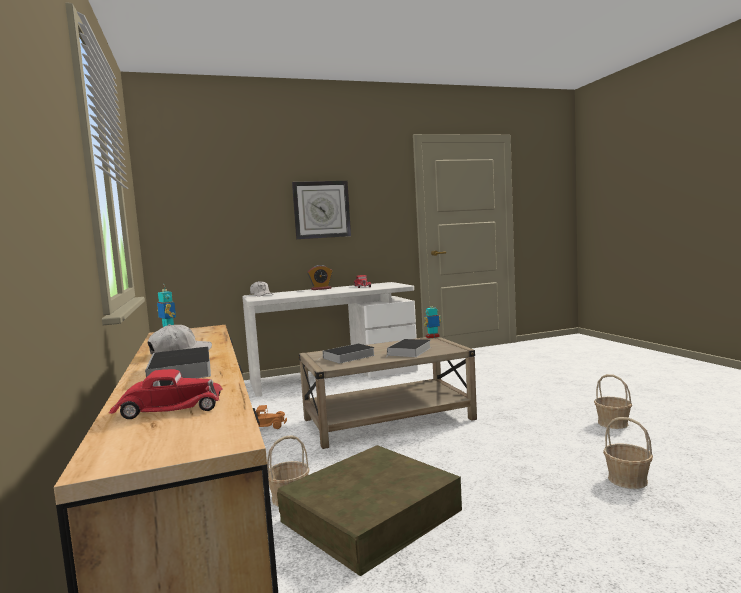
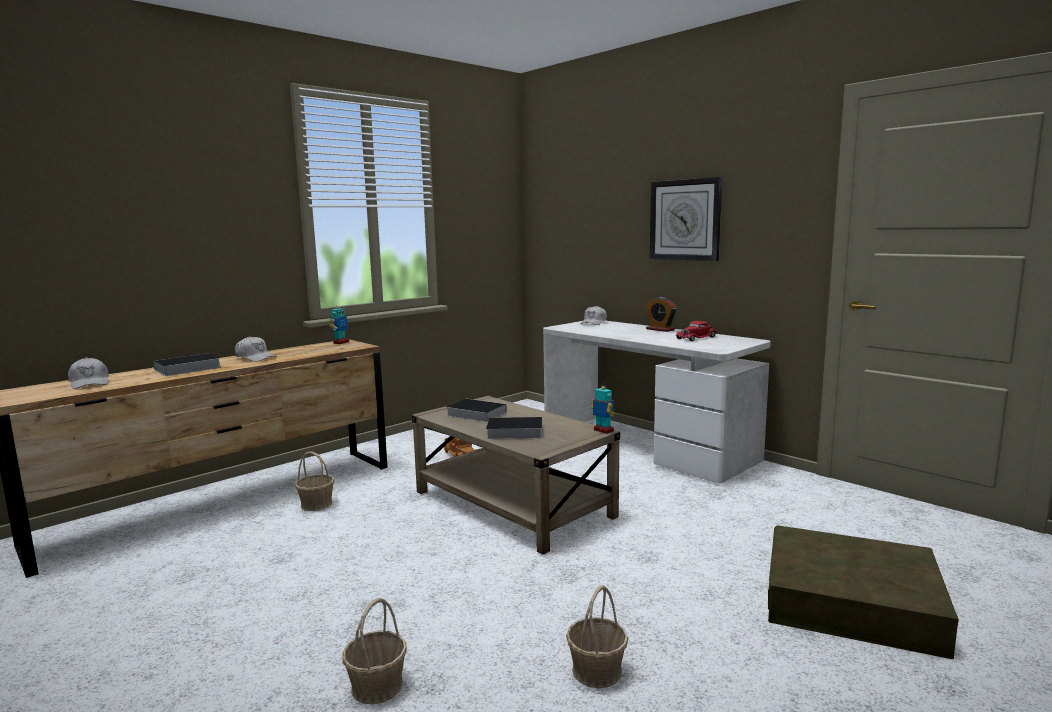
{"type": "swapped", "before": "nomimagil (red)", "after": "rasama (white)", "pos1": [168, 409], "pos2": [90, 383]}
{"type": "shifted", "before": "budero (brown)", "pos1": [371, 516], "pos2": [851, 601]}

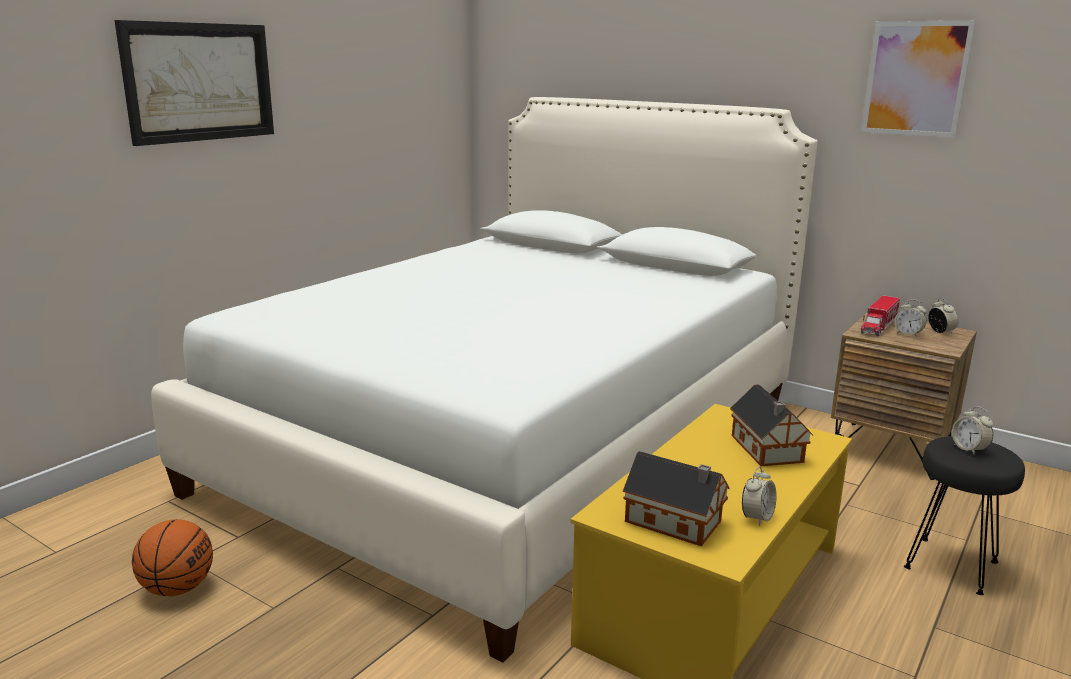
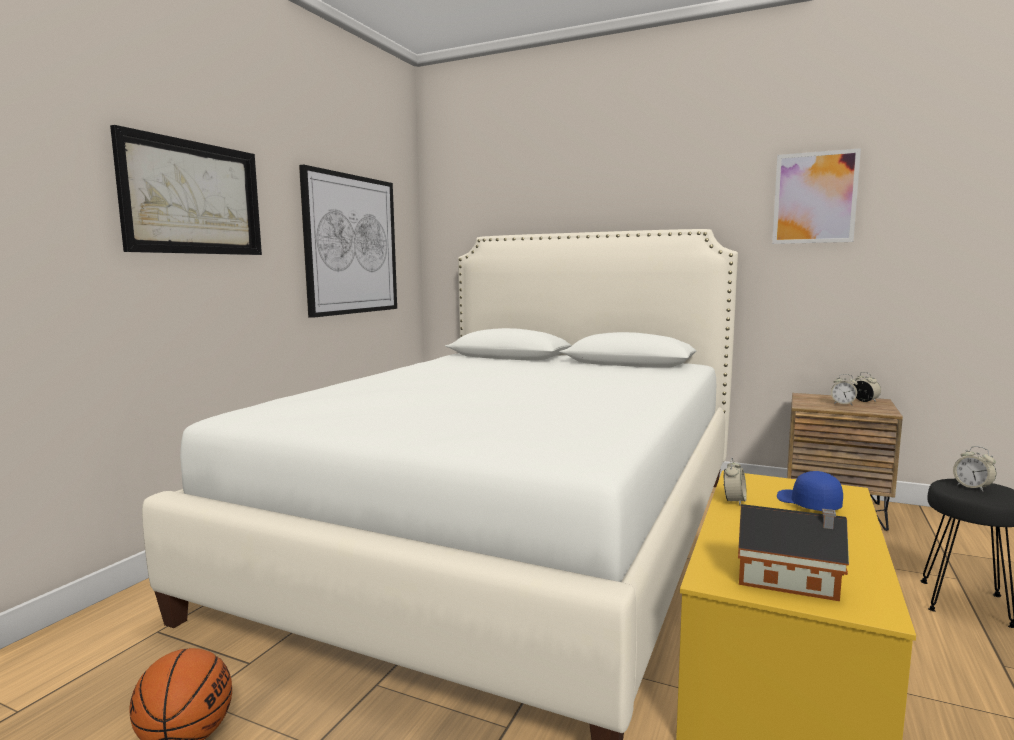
{"type": "gone", "before": "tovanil", "pos1": [878, 326]}
{"type": "swapped", "before": "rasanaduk", "after": "rasama (blue)", "pos1": [767, 450], "pos2": [807, 504]}
{"type": "shifted", "before": "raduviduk", "pos1": [757, 517], "pos2": [734, 501]}
{"type": "new", "after": "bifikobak", "pos2": [351, 245]}

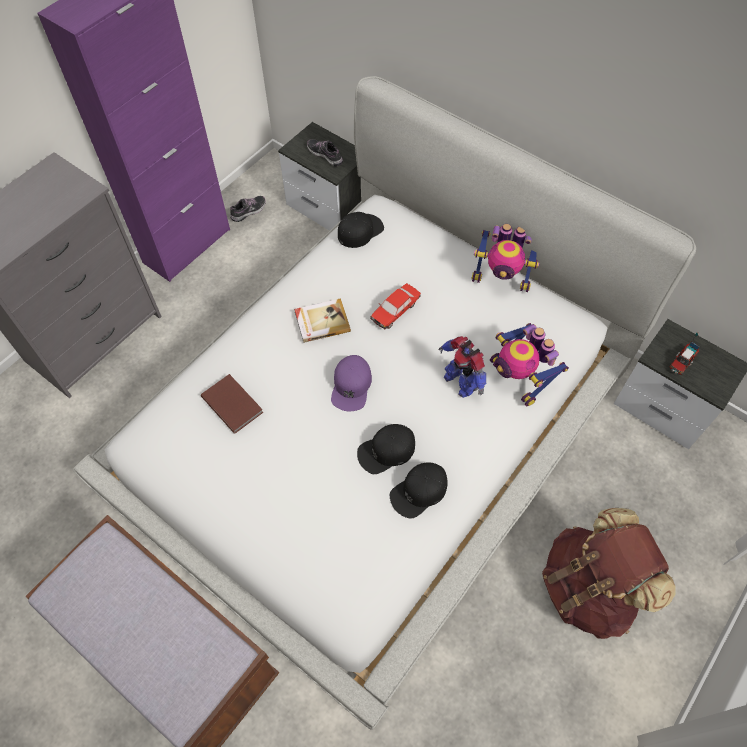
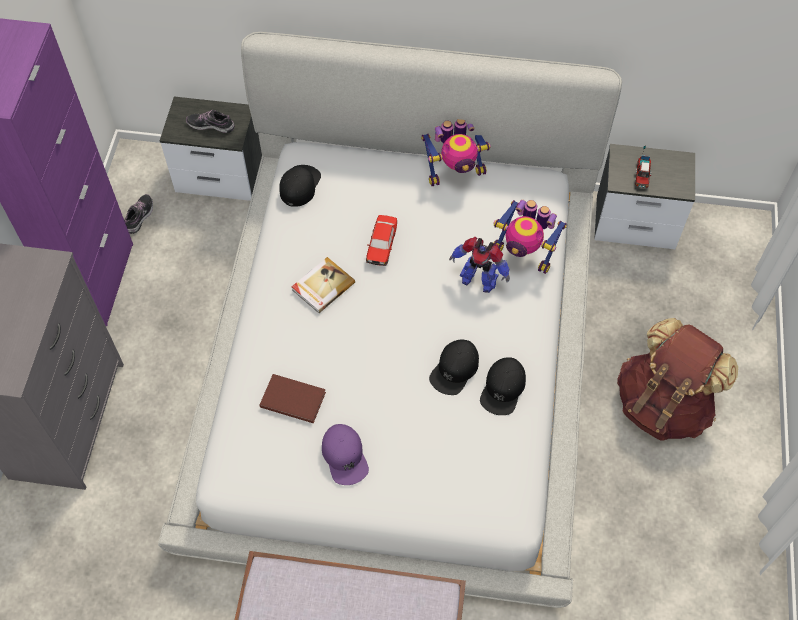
{"type": "shifted", "before": "rasama (purple)", "pos1": [351, 386], "pos2": [345, 456]}

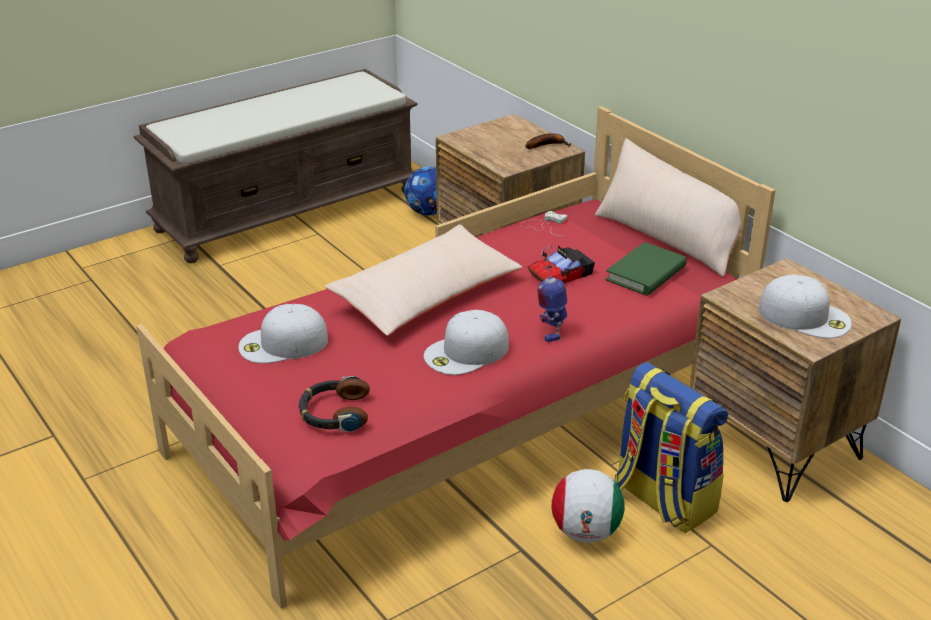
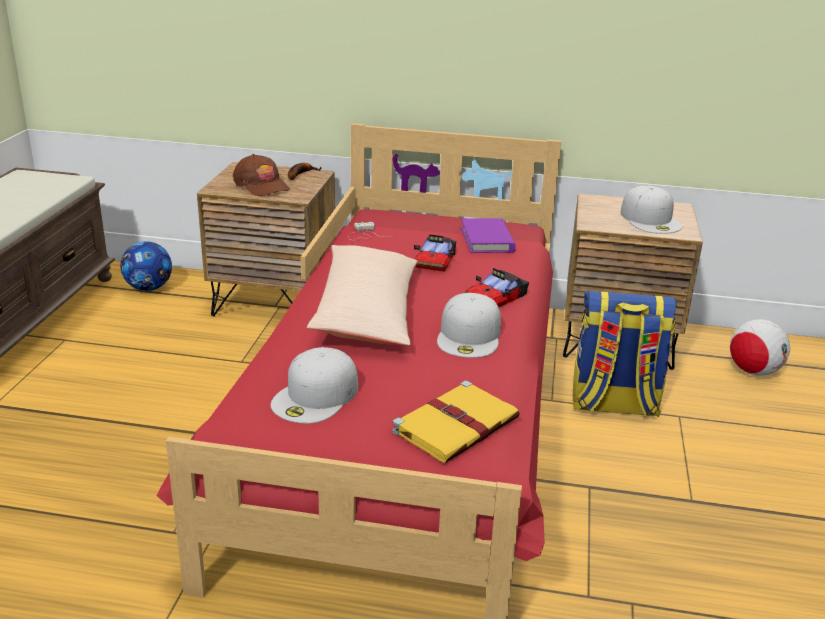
{"type": "gone", "before": "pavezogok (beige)", "pos1": [668, 238]}
{"type": "repainted", "before": "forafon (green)", "after": "forafon (purple)", "pos1": [646, 273], "pos2": [487, 240]}
{"type": "swapped", "before": "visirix", "after": "nomimagil", "pos1": [551, 330], "pos2": [496, 297]}
{"type": "rotated", "before": "rasama (white)", "pos1": [805, 316], "pos2": [651, 219], "turn": 90}
{"type": "swapped", "before": "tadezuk", "after": "forafon (yellow)", "pos1": [334, 413], "pos2": [457, 424]}
{"type": "shifted", "before": "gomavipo", "pos1": [585, 532], "pos2": [753, 371]}
{"type": "new", "after": "rasama (brown)", "pos2": [262, 185]}

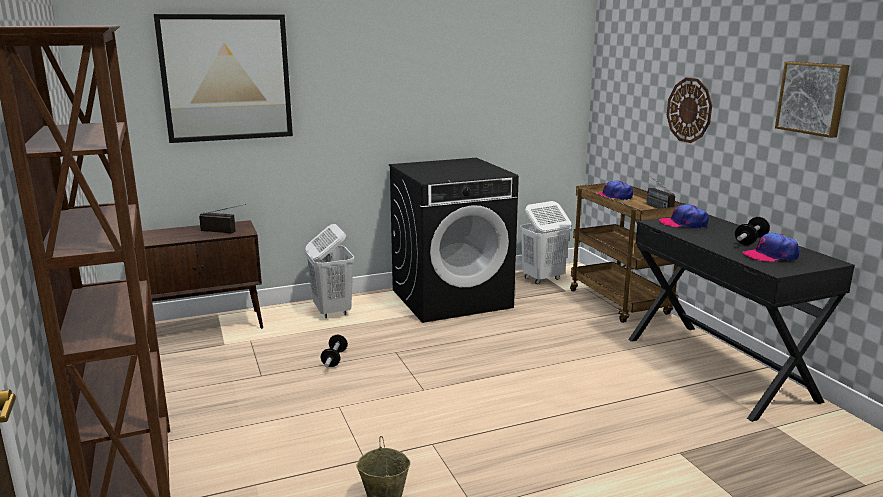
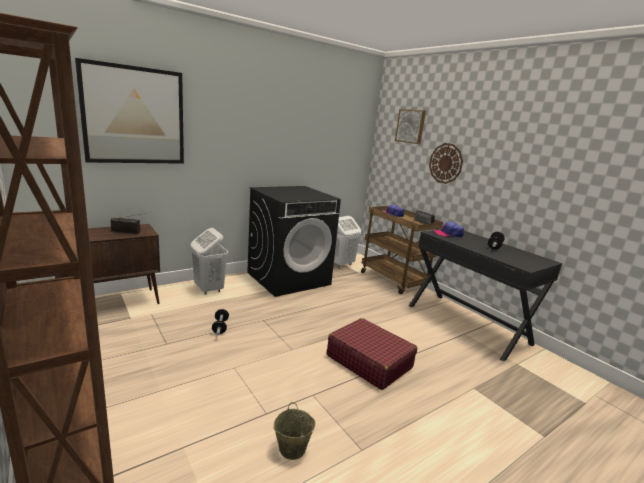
{"type": "shifted", "before": "bifikobak", "pos1": [813, 98], "pos2": [411, 126]}
{"type": "gone", "before": "rasama", "pos1": [770, 256]}
{"type": "new", "after": "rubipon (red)", "pos2": [369, 361]}

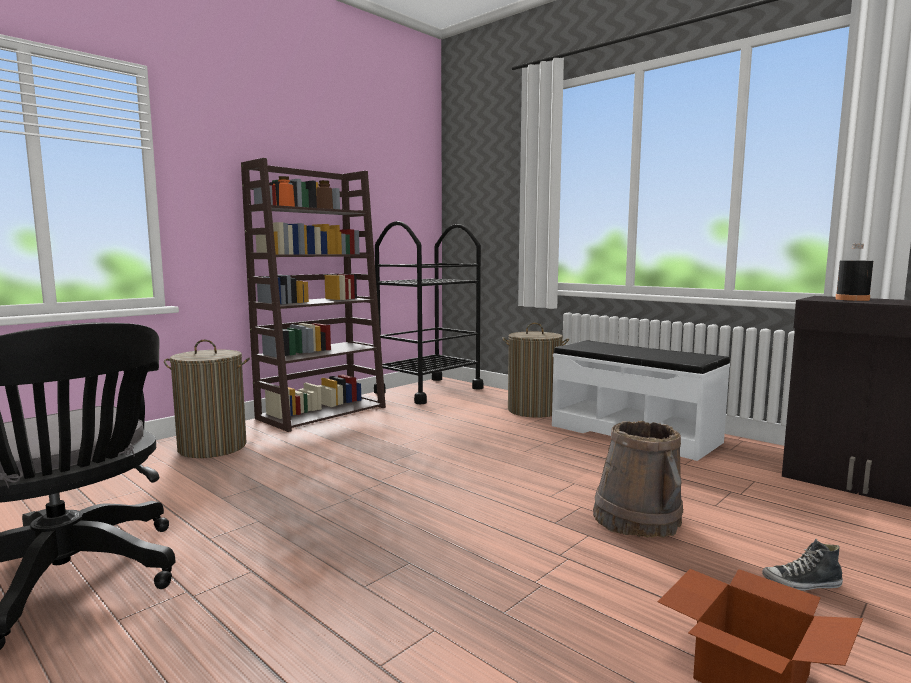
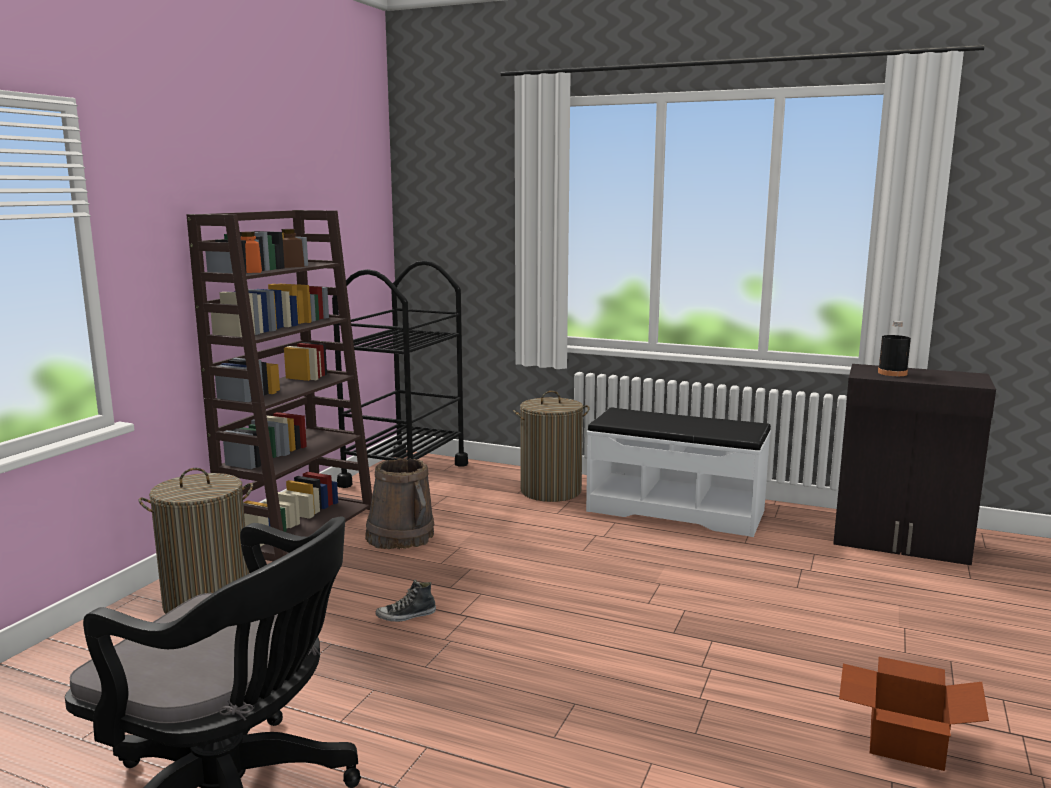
{"type": "shifted", "before": "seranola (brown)", "pos1": [637, 519], "pos2": [400, 536]}
{"type": "shifted", "before": "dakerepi", "pos1": [802, 584], "pos2": [406, 616]}

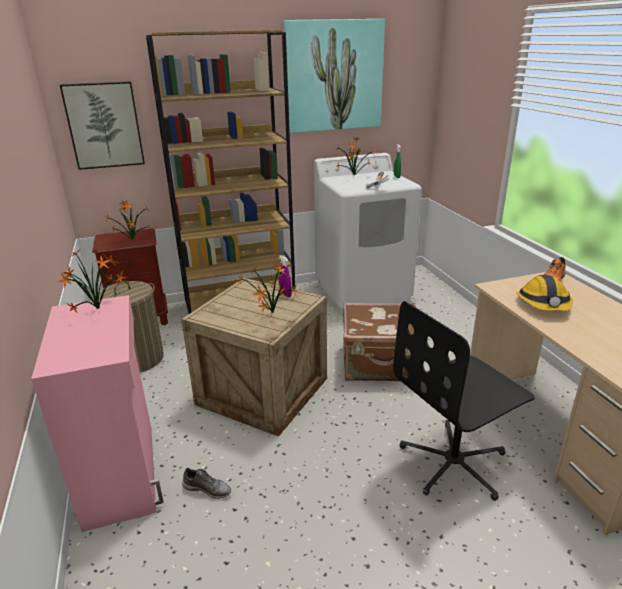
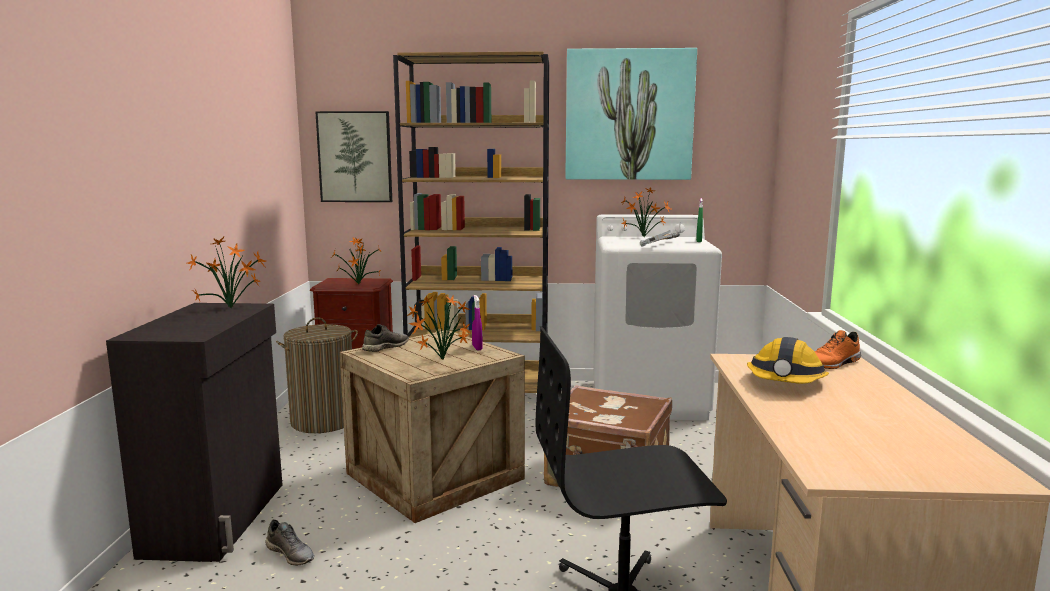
{"type": "repainted", "before": "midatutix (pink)", "after": "midatutix (black)", "pos1": [123, 473], "pos2": [218, 518]}
{"type": "new", "after": "dakerepi (grey)", "pos2": [385, 347]}

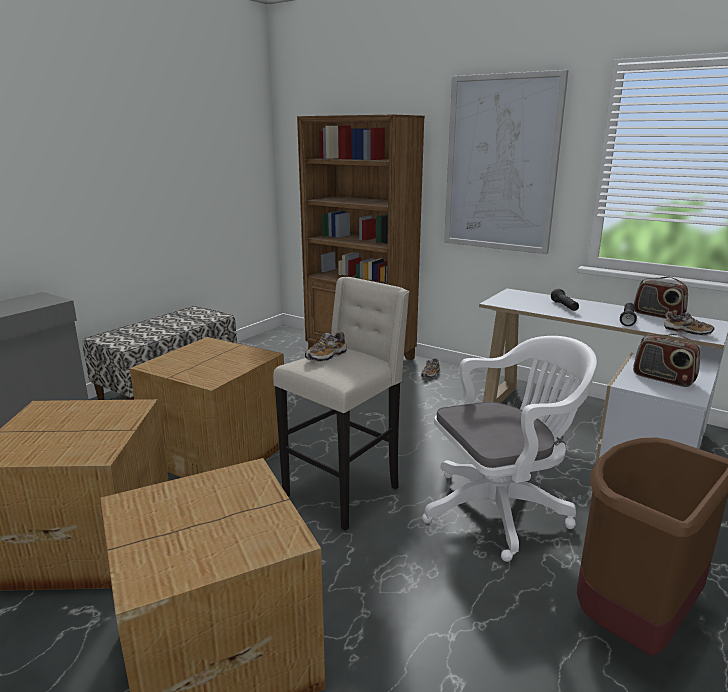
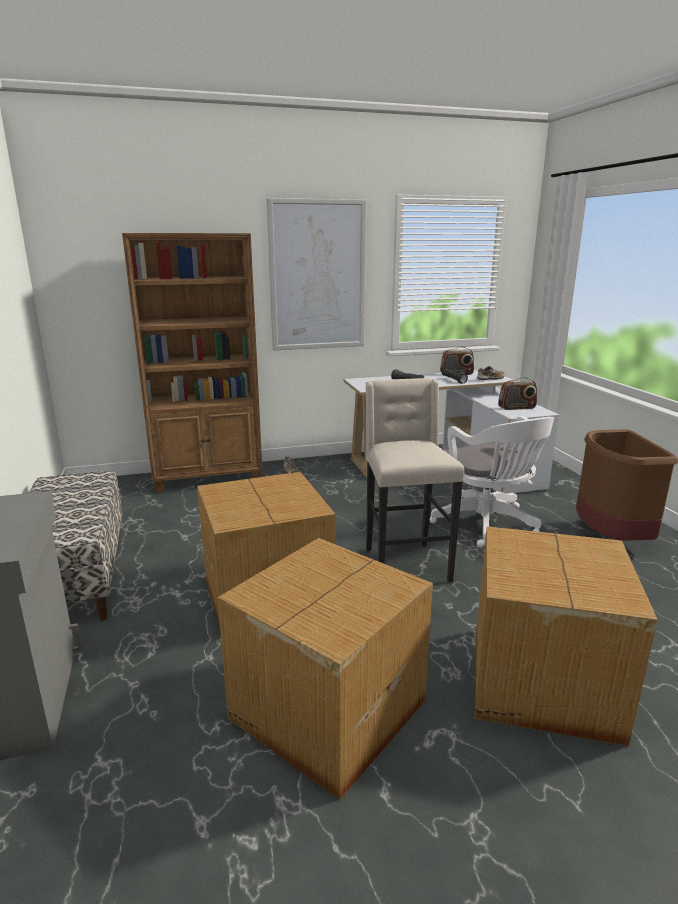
{"type": "gone", "before": "dakerepi", "pos1": [326, 357]}
{"type": "rotated", "before": "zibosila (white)", "pos1": [502, 509], "pos2": [487, 525], "turn": 135}

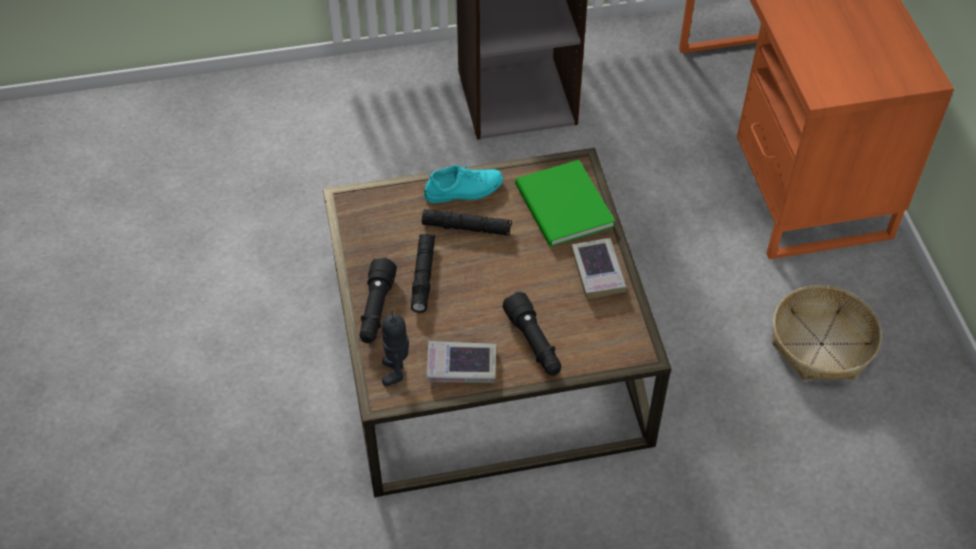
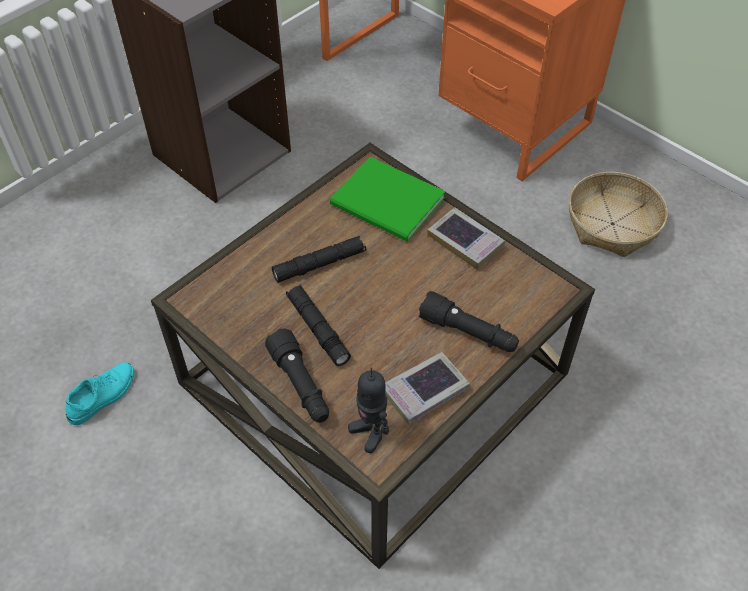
{"type": "shifted", "before": "dakerepi (turquoise)", "pos1": [463, 190], "pos2": [102, 396]}

